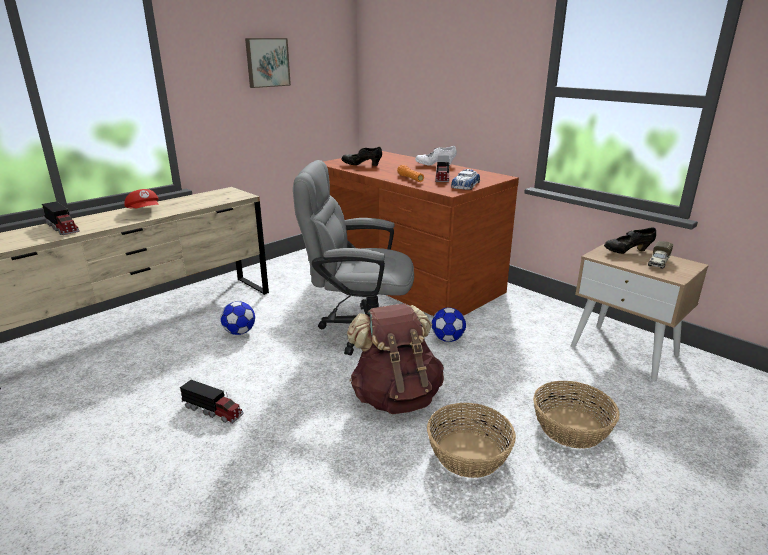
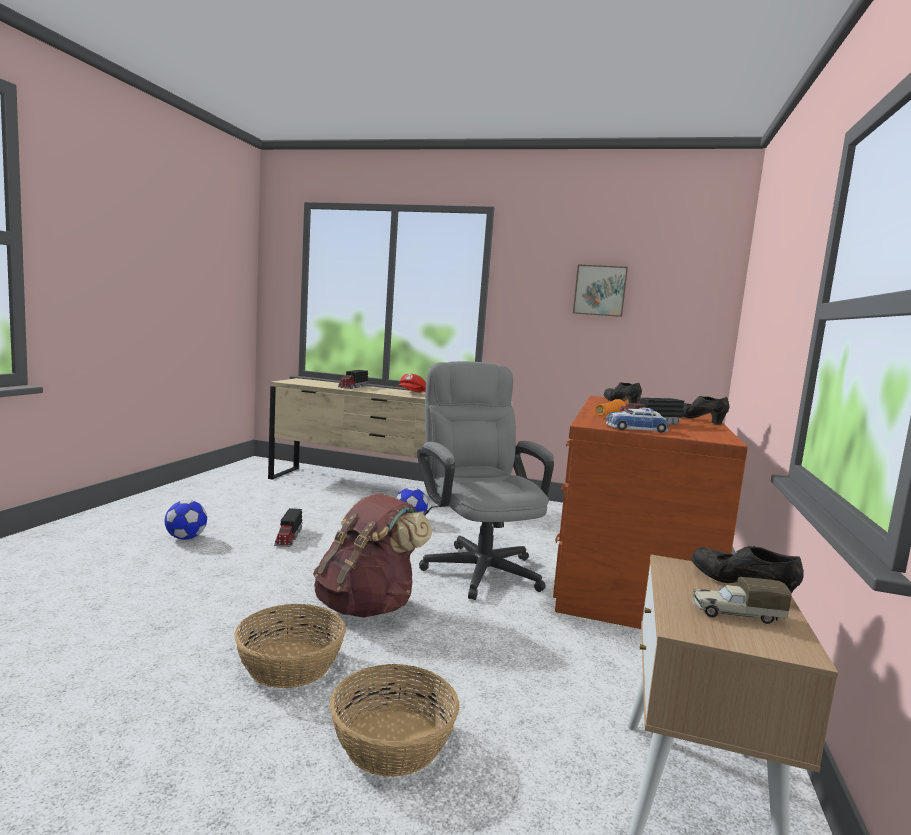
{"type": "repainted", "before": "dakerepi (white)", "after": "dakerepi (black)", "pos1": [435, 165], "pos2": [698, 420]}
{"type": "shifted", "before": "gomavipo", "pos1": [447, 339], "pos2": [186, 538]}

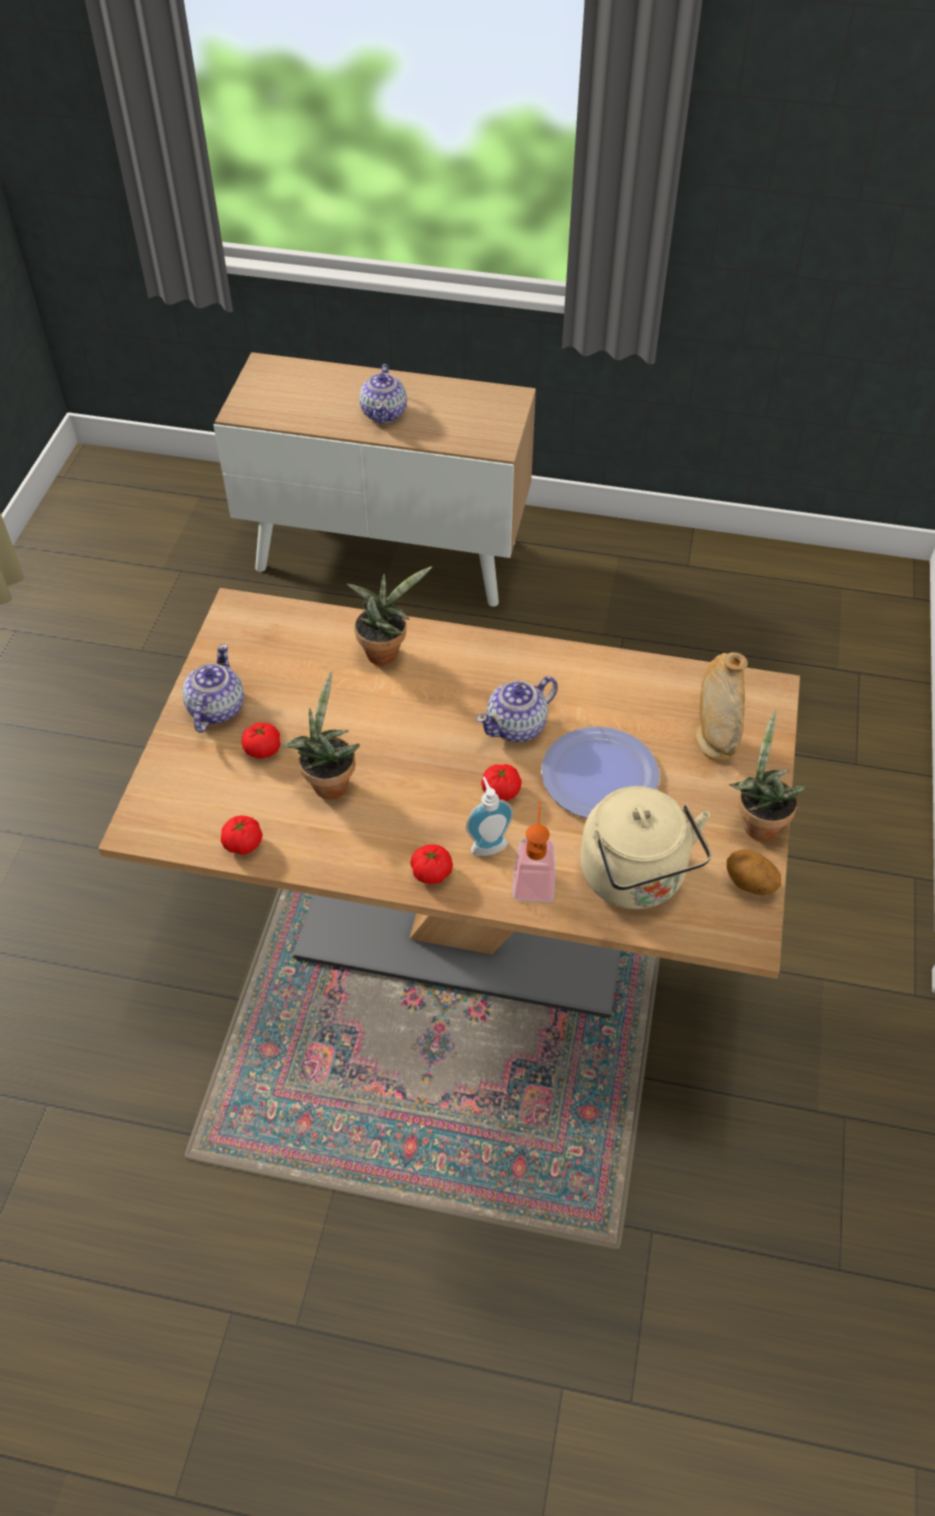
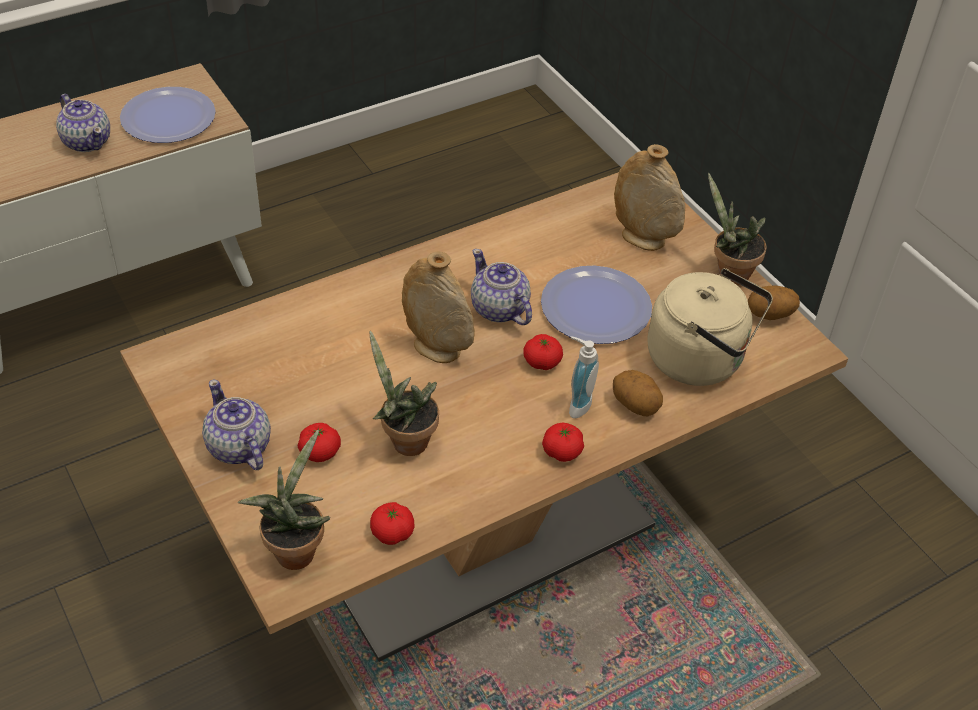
{"type": "shifted", "before": "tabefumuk", "pos1": [385, 651], "pos2": [294, 548]}
{"type": "rotated", "before": "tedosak", "pos1": [517, 726], "pos2": [499, 309], "turn": 135}
{"type": "swapped", "before": "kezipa", "after": "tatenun", "pos1": [534, 878], "pos2": [635, 405]}
{"type": "new", "after": "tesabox", "pos2": [168, 117]}
{"type": "new", "after": "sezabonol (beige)", "pos2": [437, 349]}

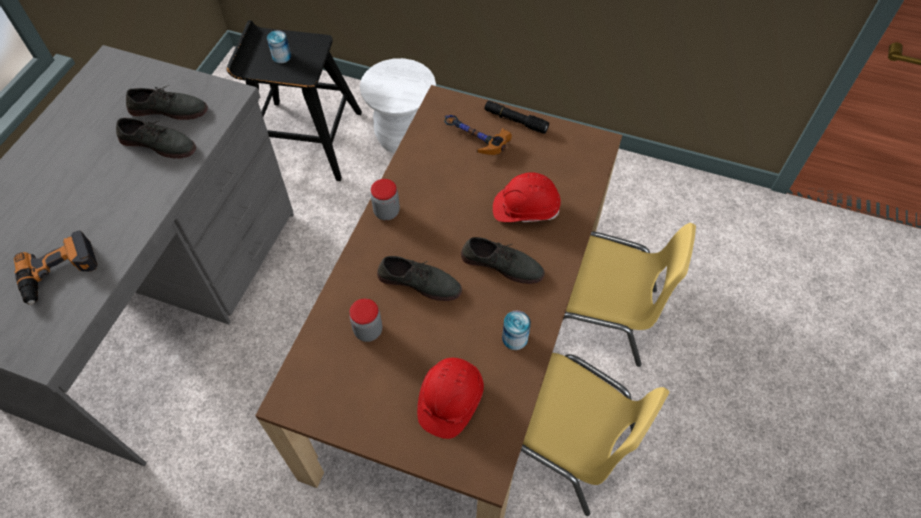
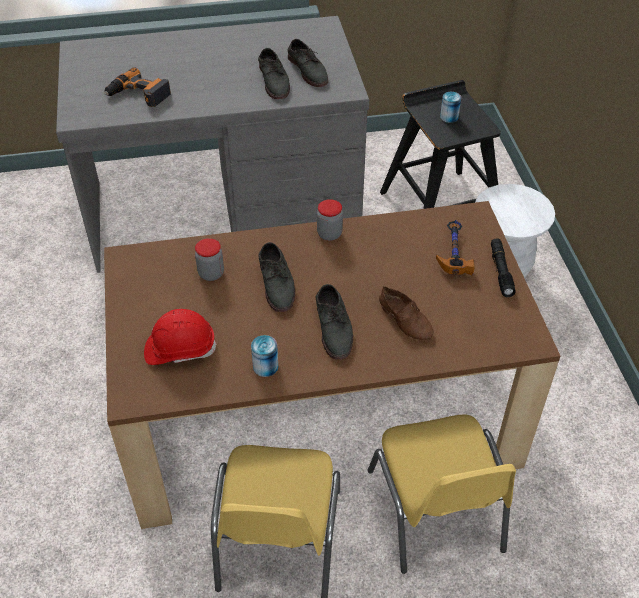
{"type": "swapped", "before": "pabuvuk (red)", "after": "dakerepi (brown)", "pos1": [525, 209], "pos2": [406, 319]}

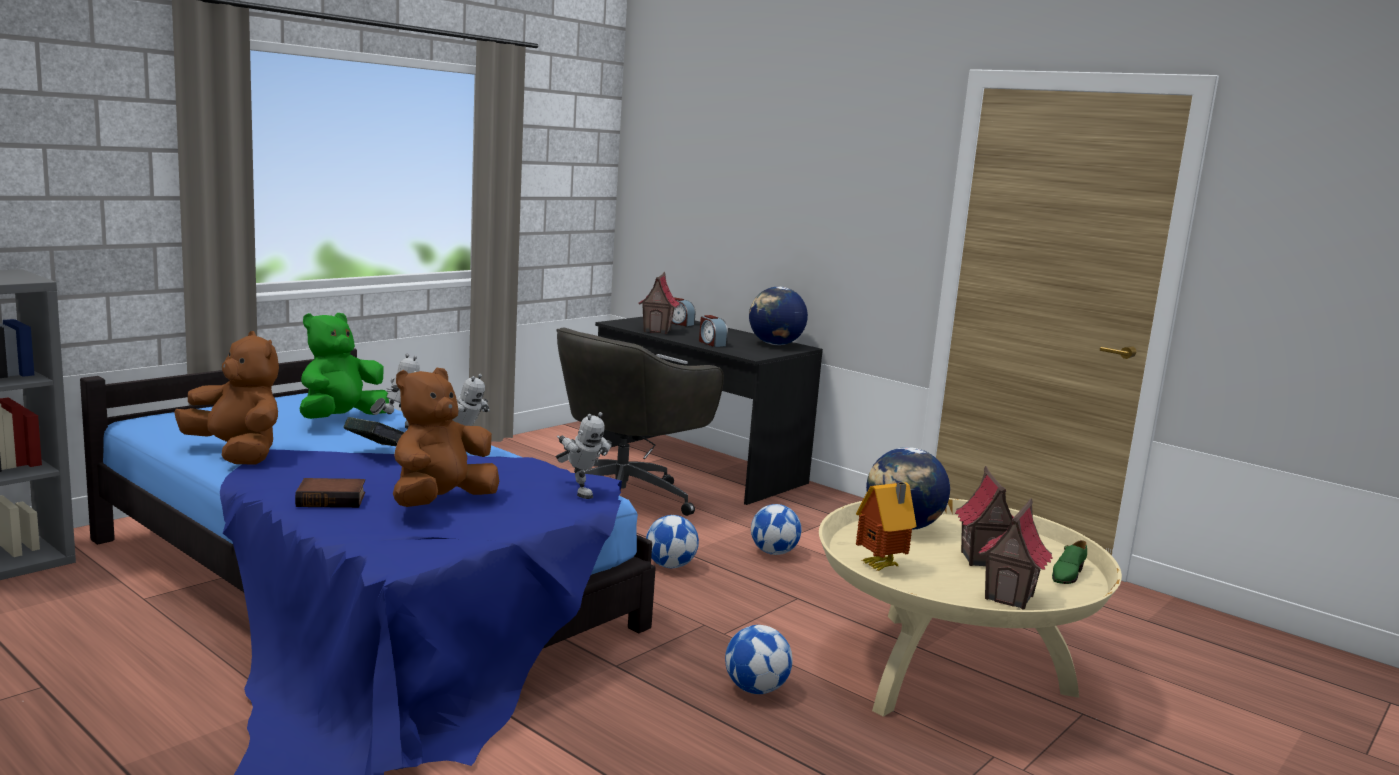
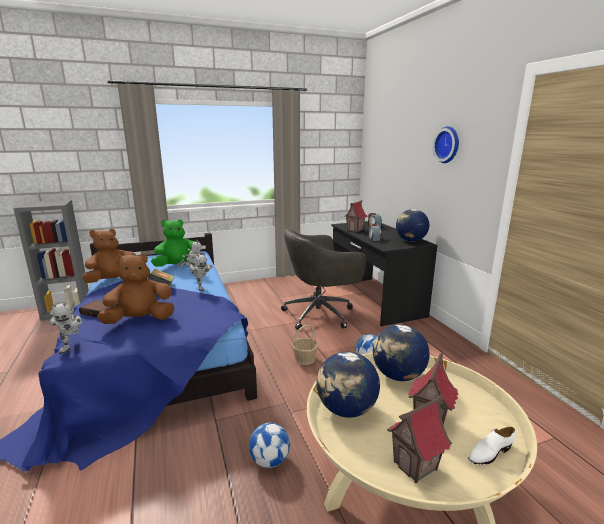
{"type": "rotated", "before": "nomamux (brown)", "pos1": [237, 454], "pos2": [113, 281], "turn": -105}
{"type": "shifted", "before": "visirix", "pos1": [580, 492], "pos2": [72, 346]}
{"type": "swapped", "before": "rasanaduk", "after": "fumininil", "pos1": [882, 567], "pos2": [346, 410]}
{"type": "swapped", "before": "gomavipo", "after": "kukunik", "pos1": [670, 566], "pos2": [305, 359]}
{"type": "repainted", "before": "dakerepi (green)", "after": "dakerepi (white)", "pos1": [1067, 575], "pos2": [489, 453]}
{"type": "new", "after": "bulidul", "pos2": [448, 144]}

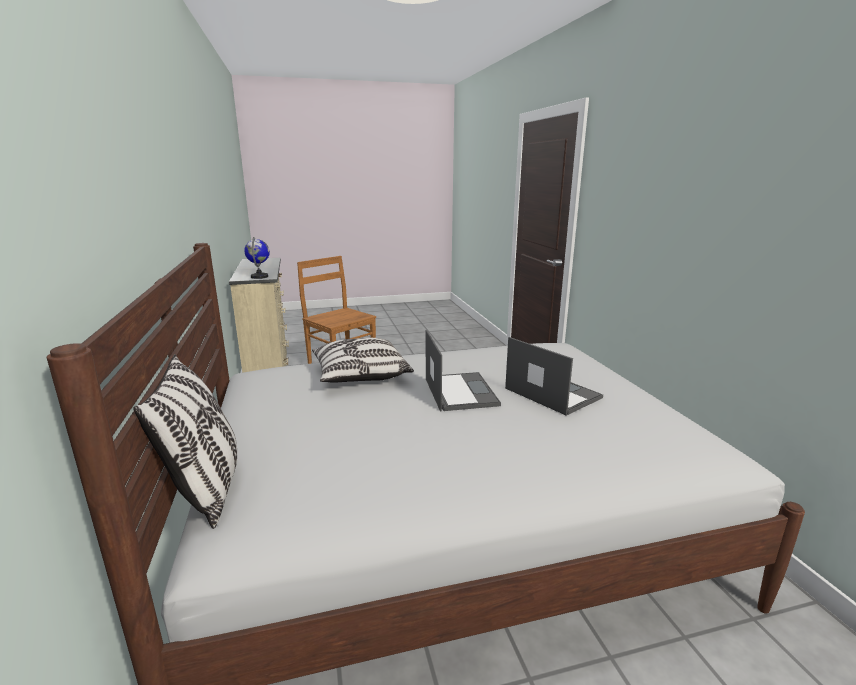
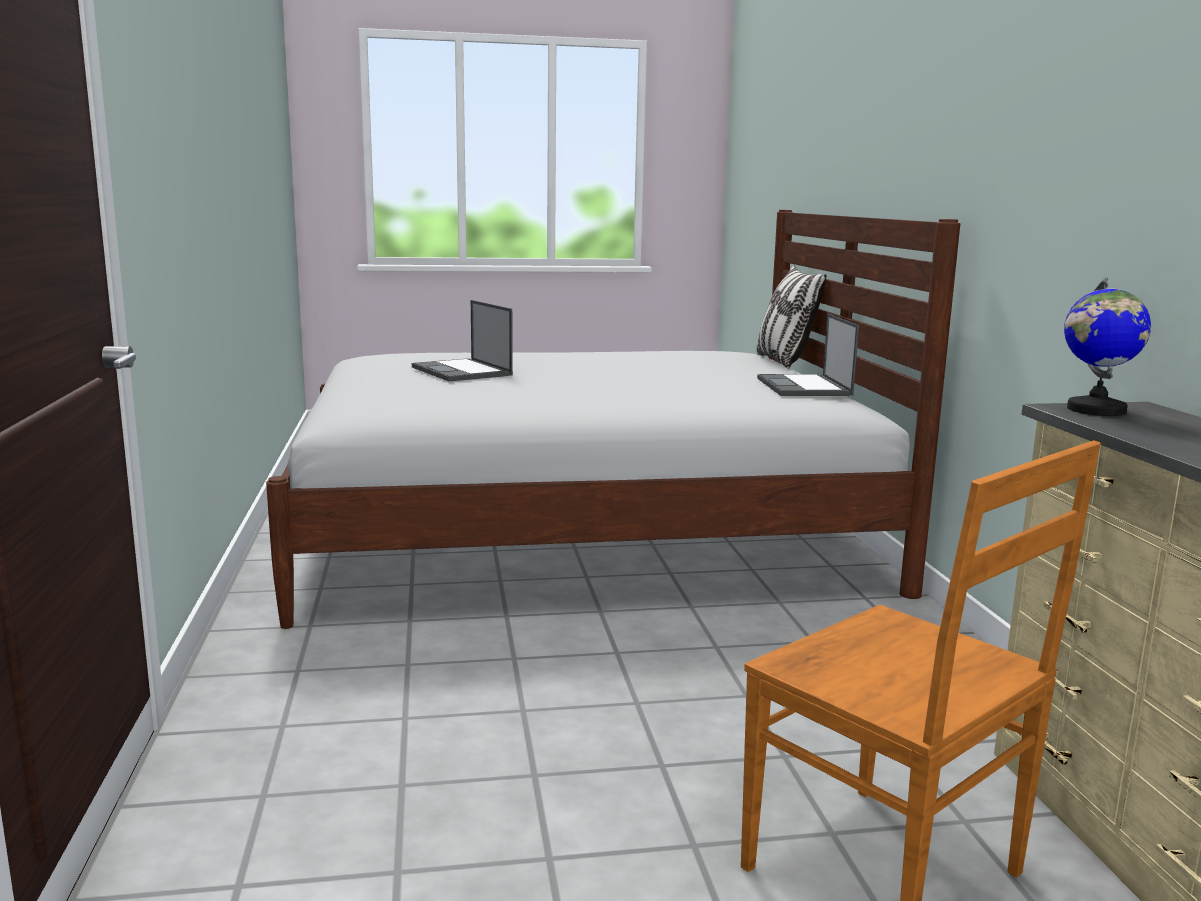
{"type": "shifted", "before": "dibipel", "pos1": [460, 391], "pos2": [804, 387]}
{"type": "gone", "before": "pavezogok", "pos1": [360, 375]}

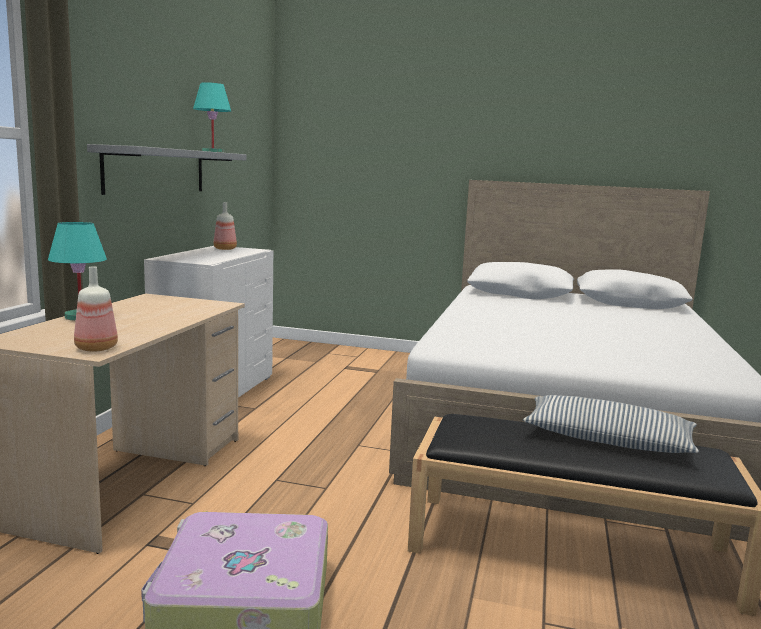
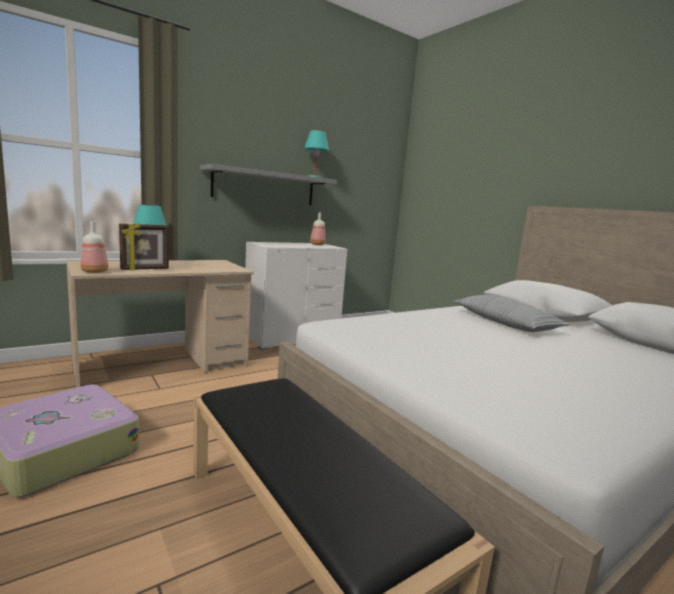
{"type": "shifted", "before": "pavezogok", "pos1": [607, 440], "pos2": [505, 323]}
{"type": "new", "after": "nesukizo", "pos2": [145, 269]}

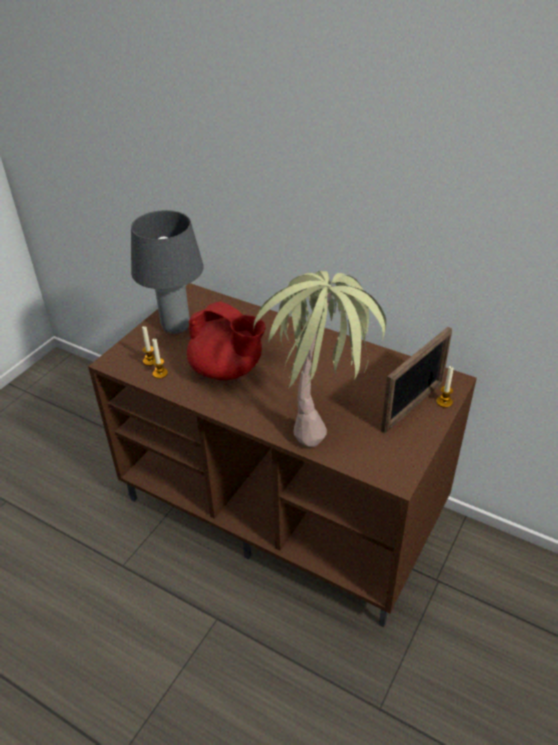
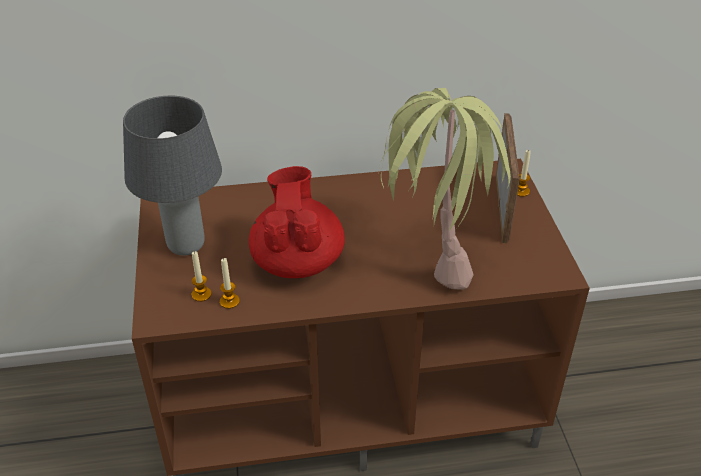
{"type": "rotated", "before": "tedosak (red)", "pos1": [227, 369], "pos2": [297, 261], "turn": -90}

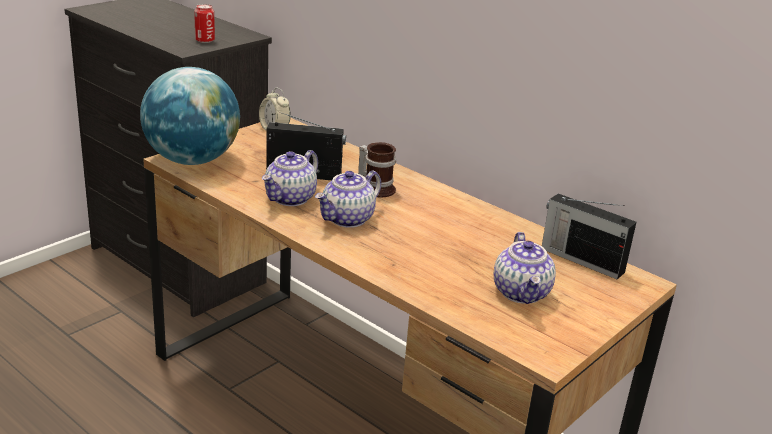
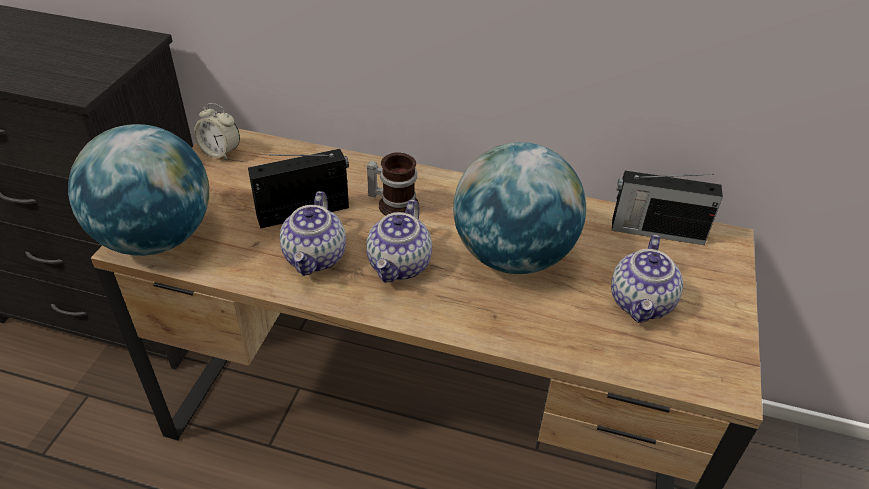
{"type": "gone", "before": "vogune", "pos1": [205, 40]}
{"type": "rotated", "before": "tedosak", "pos1": [522, 293], "pos2": [641, 303], "turn": 45}
{"type": "new", "after": "fumininil", "pos2": [512, 255]}

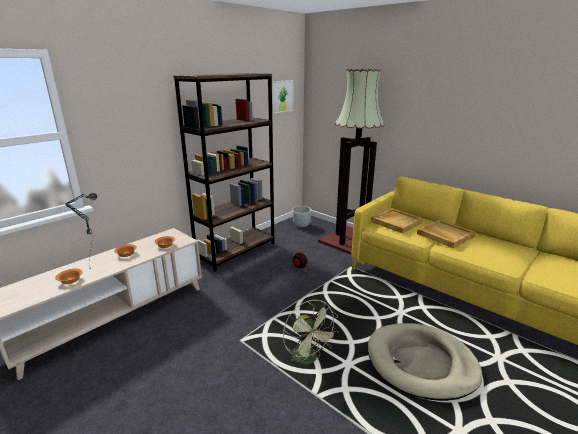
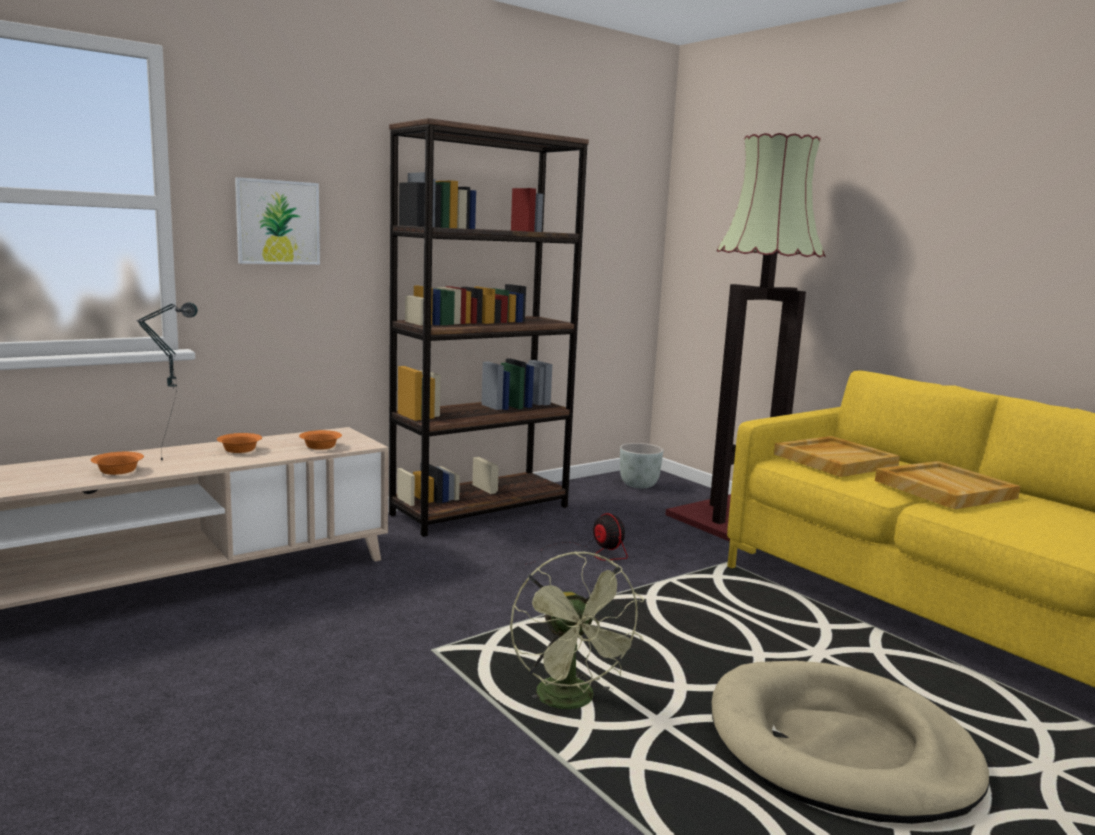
{"type": "shifted", "before": "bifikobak", "pos1": [282, 96], "pos2": [278, 222]}

